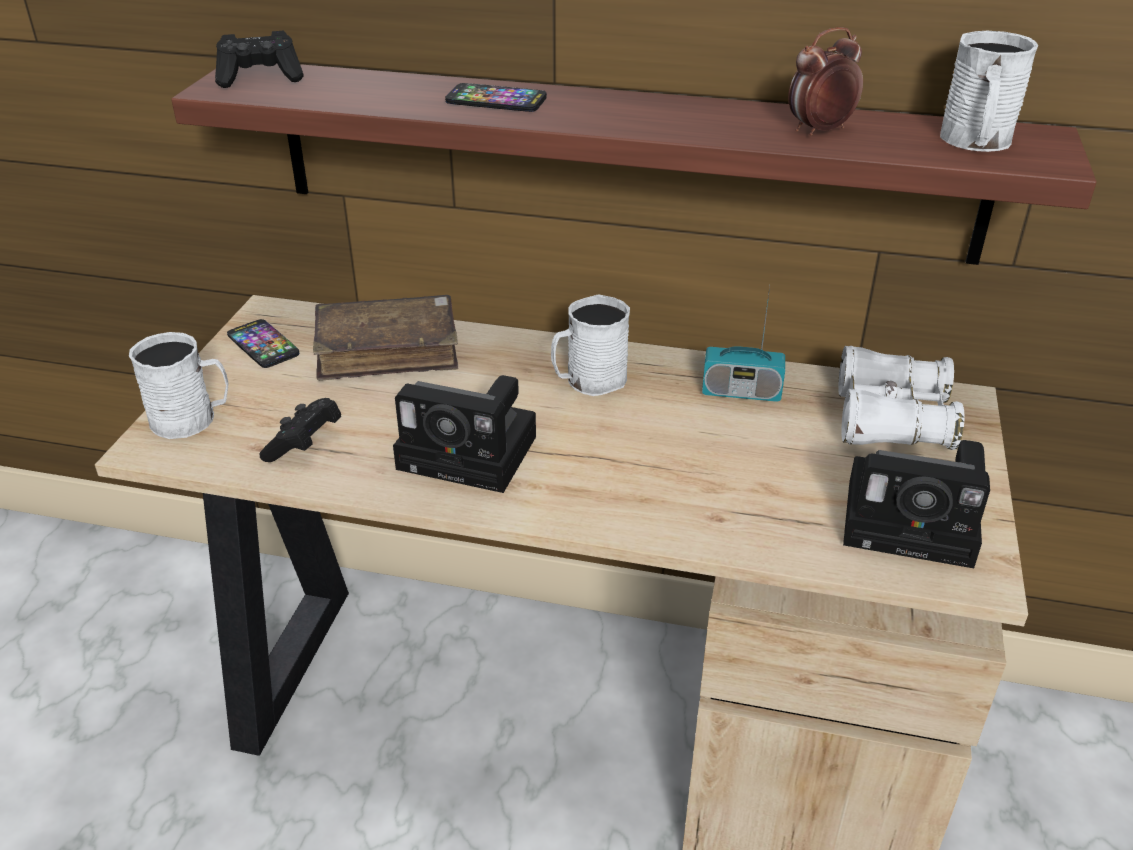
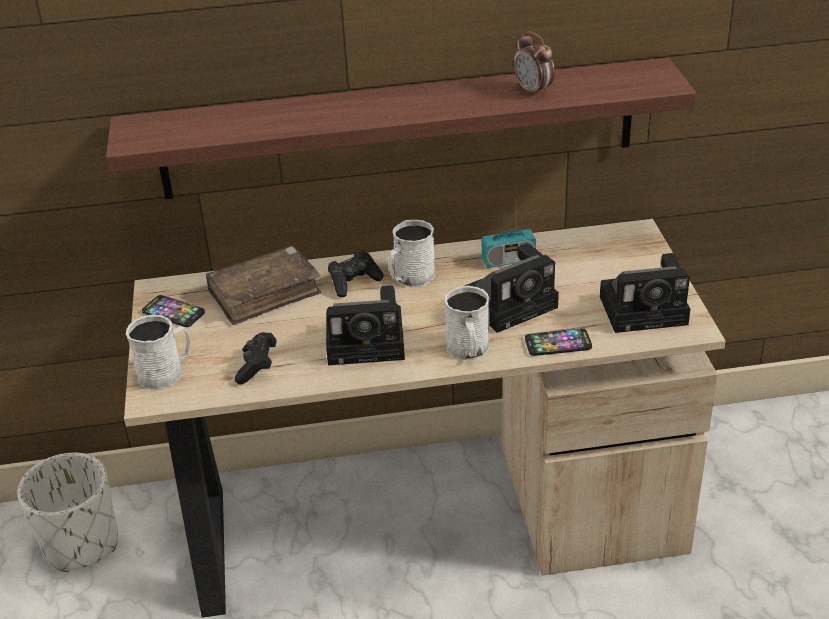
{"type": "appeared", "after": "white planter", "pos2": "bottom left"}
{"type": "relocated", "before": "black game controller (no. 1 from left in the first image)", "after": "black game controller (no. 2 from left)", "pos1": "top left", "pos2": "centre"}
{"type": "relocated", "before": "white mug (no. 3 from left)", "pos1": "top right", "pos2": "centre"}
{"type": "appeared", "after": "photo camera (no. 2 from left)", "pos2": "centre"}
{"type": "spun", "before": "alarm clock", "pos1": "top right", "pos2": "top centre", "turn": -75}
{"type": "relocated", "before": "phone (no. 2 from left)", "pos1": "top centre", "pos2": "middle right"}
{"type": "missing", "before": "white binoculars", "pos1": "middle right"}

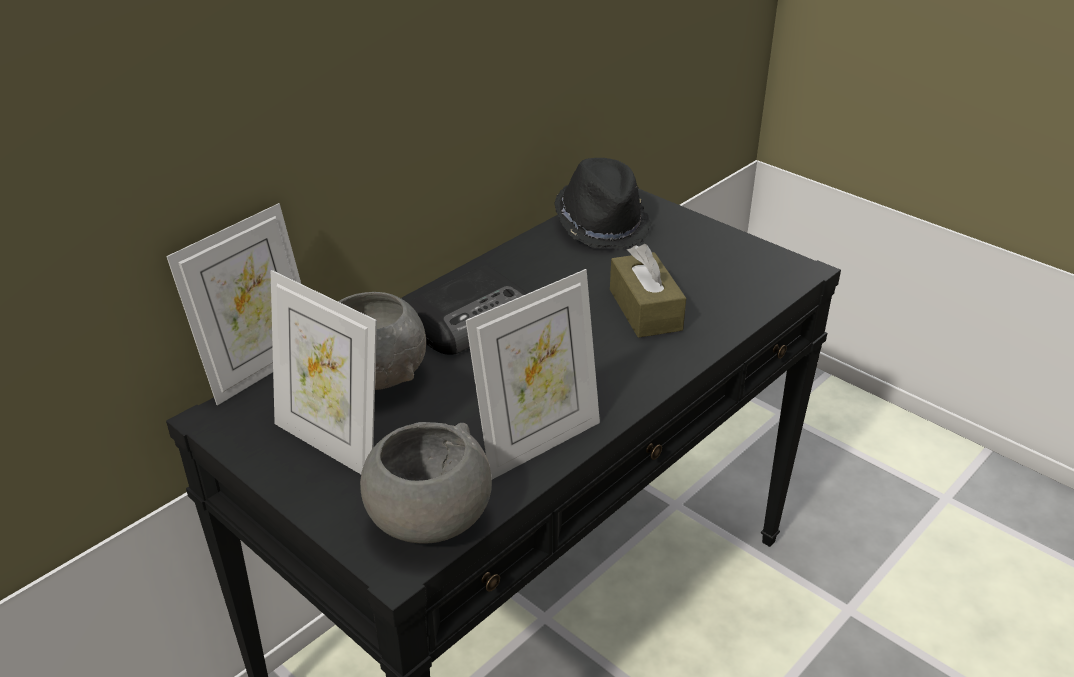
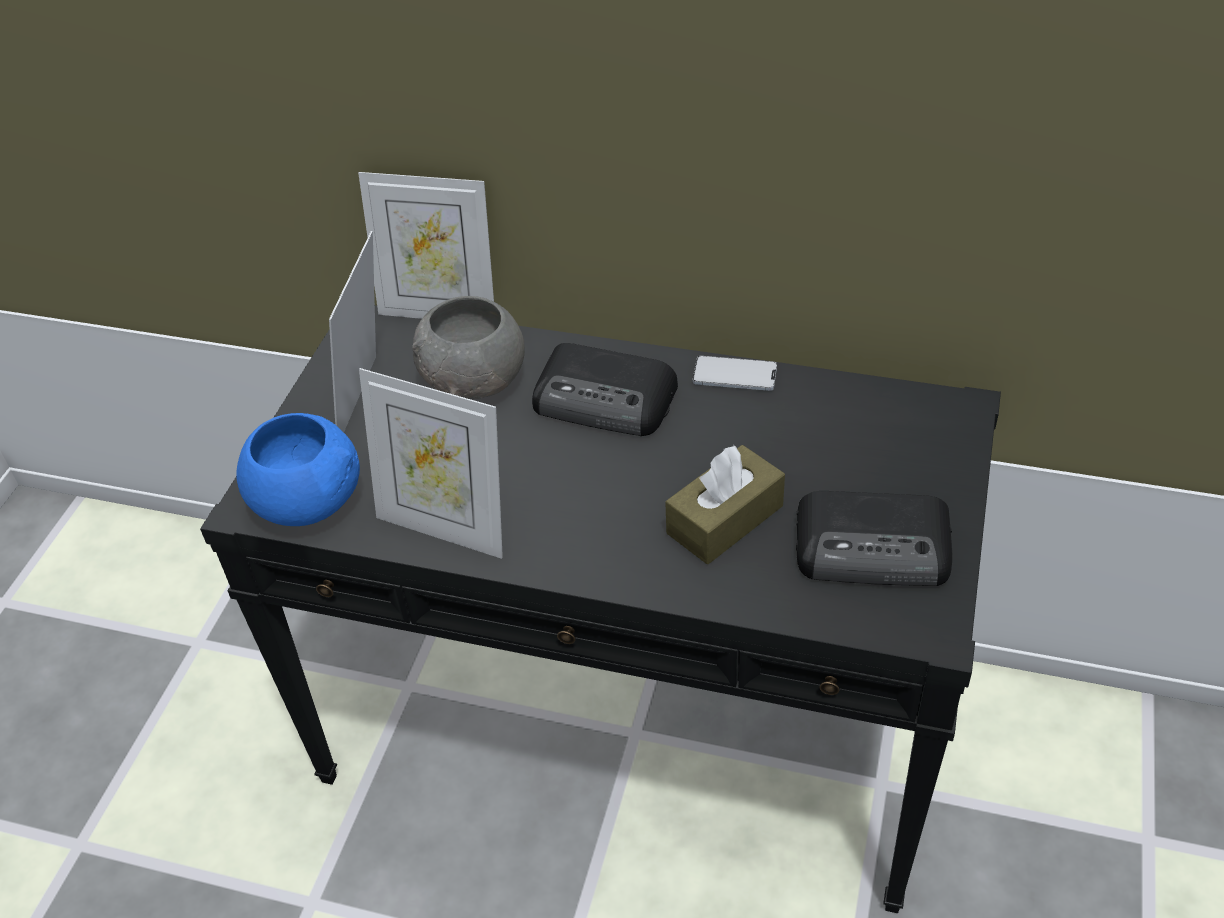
{"type": "colour", "before": "grey bowl (no. 2 from left)", "after": "blue bowl", "pos1": "bottom centre", "pos2": "middle left"}
{"type": "appeared", "after": "phone", "pos2": "centre"}
{"type": "appeared", "after": "radio (no. 2 from left)", "pos2": "middle right"}
{"type": "missing", "before": "black hat", "pos1": "top centre"}

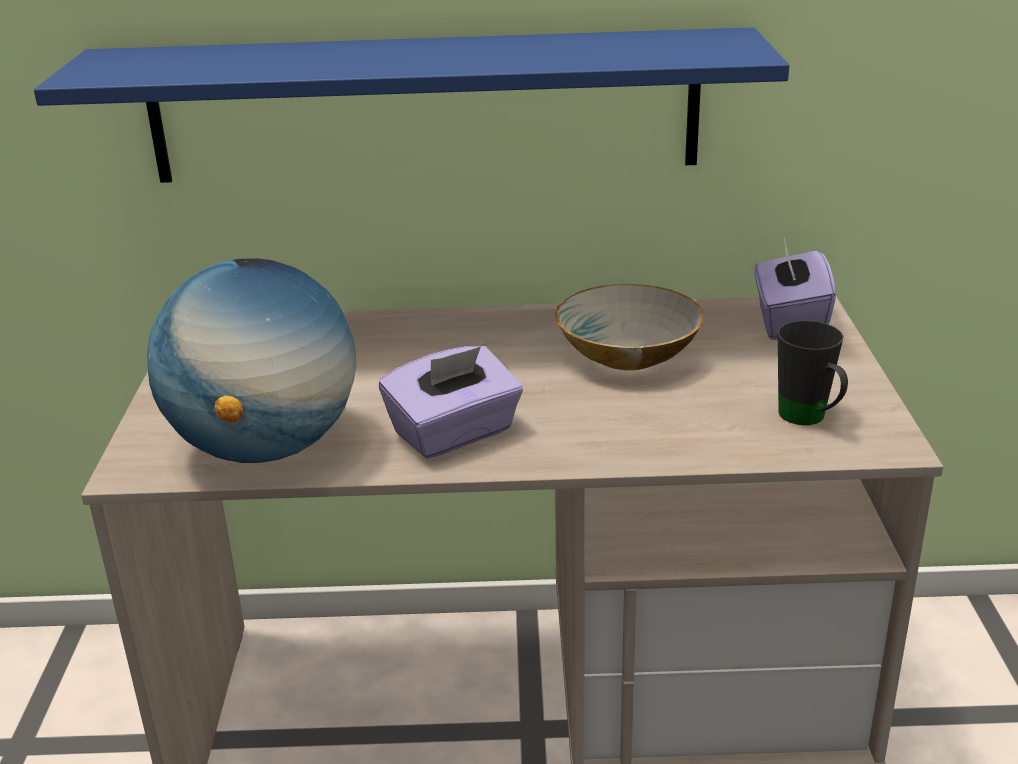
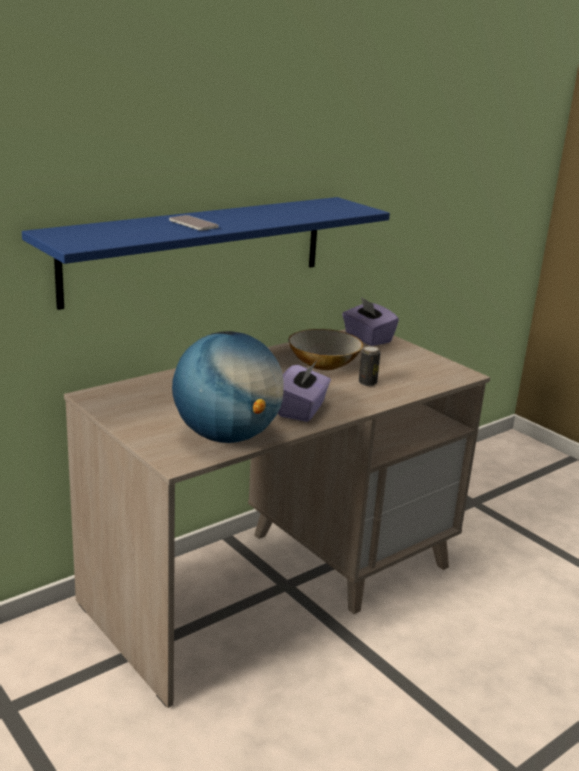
{"type": "appeared", "after": "phone", "pos2": "top centre"}
{"type": "appeared", "after": "can", "pos2": "centre"}
{"type": "missing", "before": "black mug", "pos1": "middle right"}

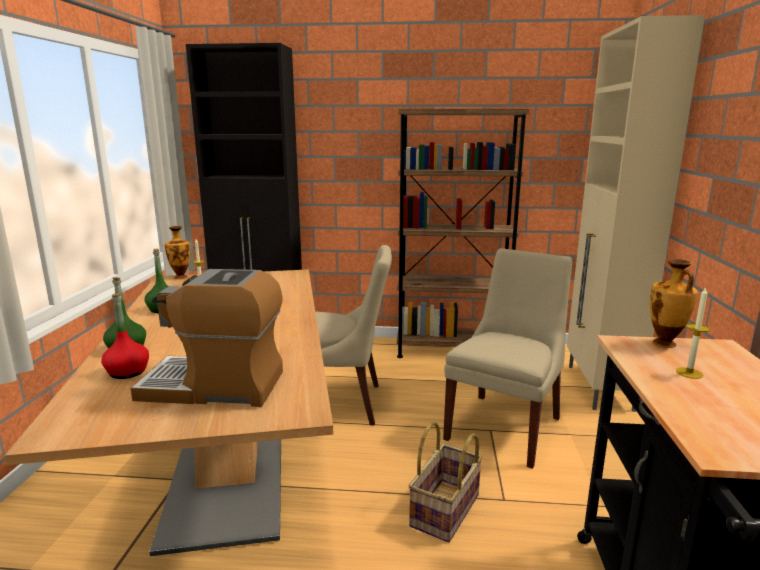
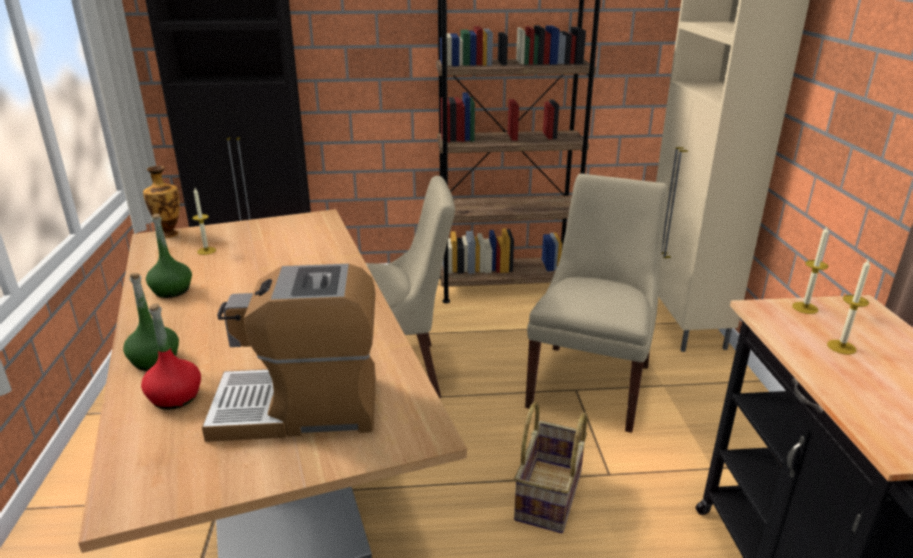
{"type": "exchanged", "before": "vase (no. 2 from left)", "after": "candle (no. 2 from left)", "pos1": "middle right", "pos2": "middle right"}

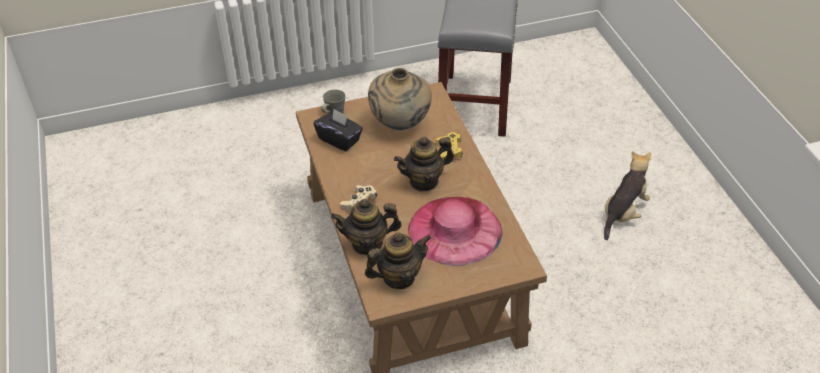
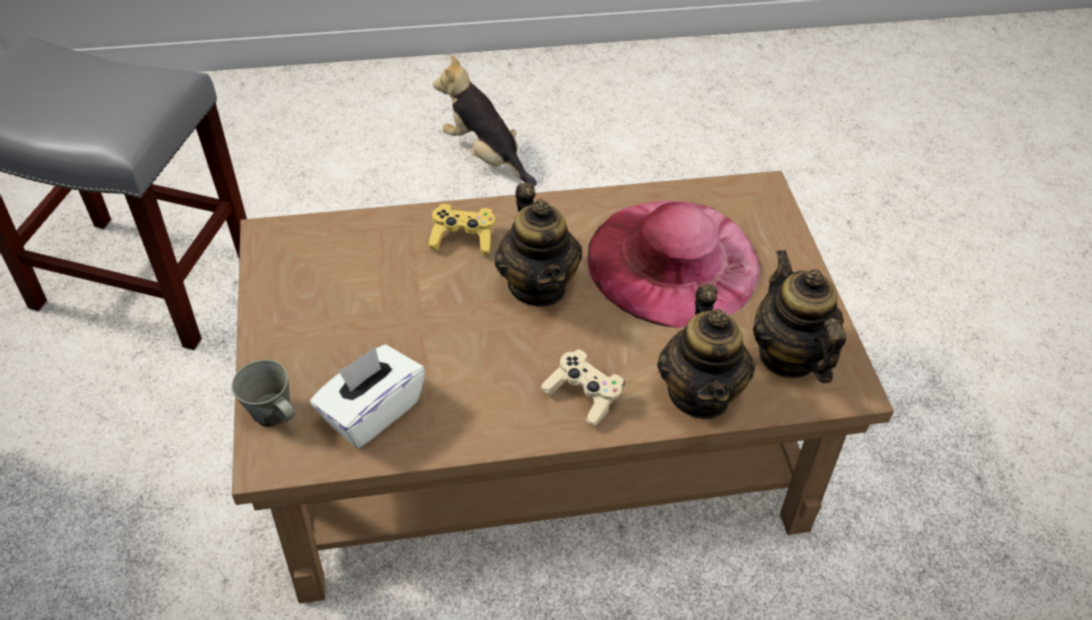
{"type": "colour", "before": "black tissue box", "after": "white tissue box", "pos1": "centre", "pos2": "centre"}
{"type": "missing", "before": "beige vase", "pos1": "top centre"}

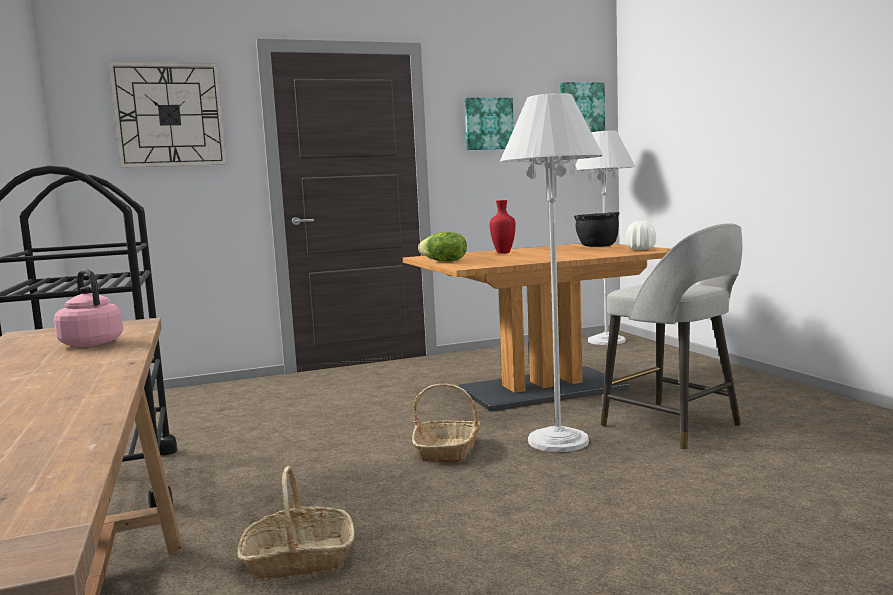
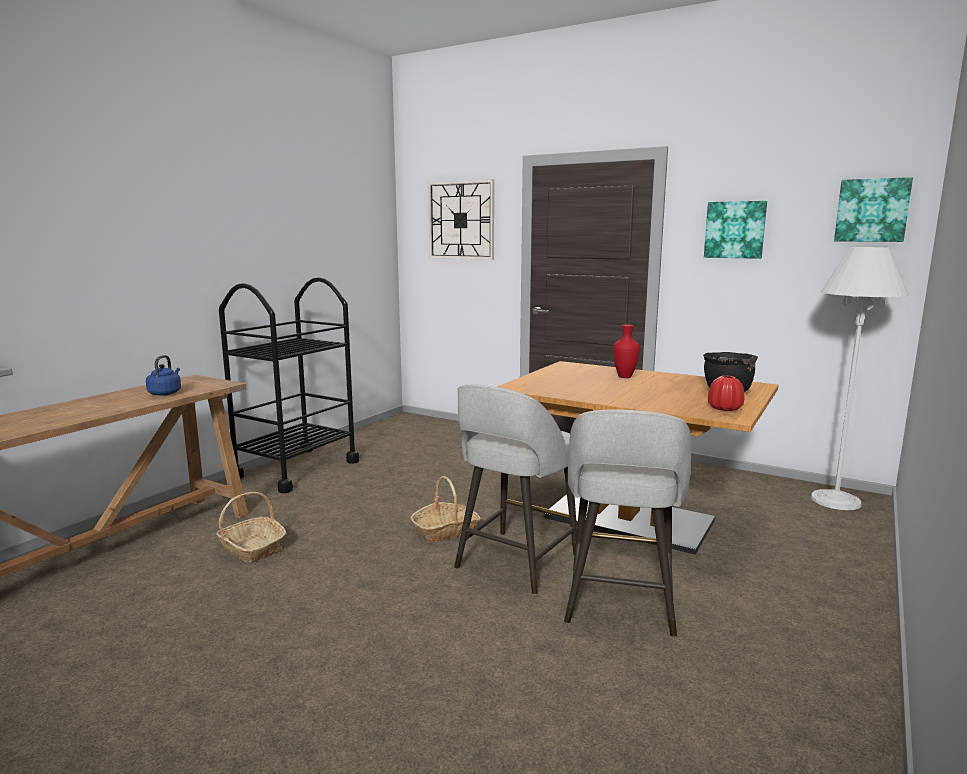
{"type": "colour", "before": "pink kettle", "after": "blue kettle", "pos1": "middle left", "pos2": "middle left"}
{"type": "exchanged", "before": "white floor lamp (no. 1 from left)", "after": "grey stool (no. 1 from left)", "pos1": "centre", "pos2": "centre"}
{"type": "colour", "before": "white vase", "after": "red vase (no. 2 from left)", "pos1": "middle right", "pos2": "middle right"}
{"type": "missing", "before": "lettuce", "pos1": "centre"}

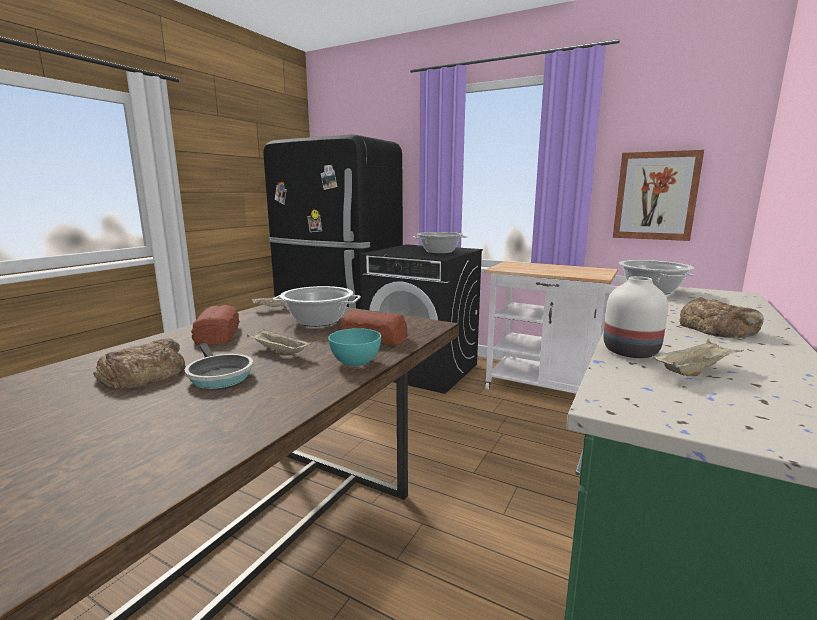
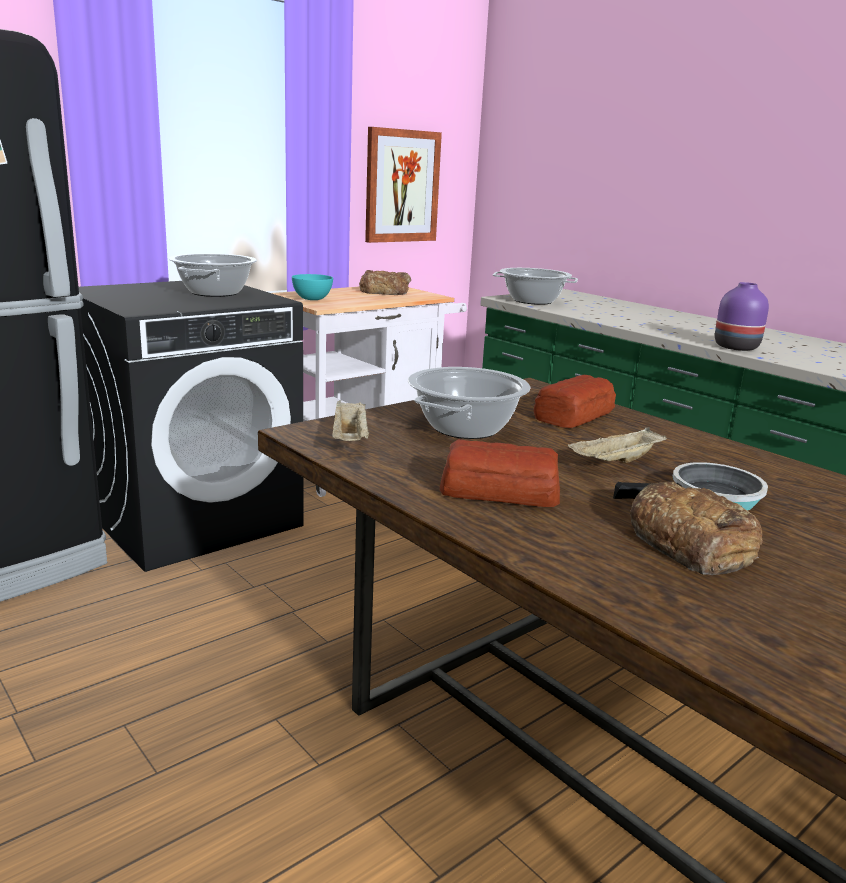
{"type": "relocated", "before": "turquoise bowl", "pos1": "centre", "pos2": "top centre"}
{"type": "relocated", "before": "bread (no. 4 from left in the first image)", "after": "bread (no. 1 from left)", "pos1": "middle right", "pos2": "top centre"}
{"type": "colour", "before": "white vase", "after": "purple vase", "pos1": "middle right", "pos2": "middle right"}
{"type": "missing", "before": "beige tray (no. 3 from left)", "pos1": "middle right"}

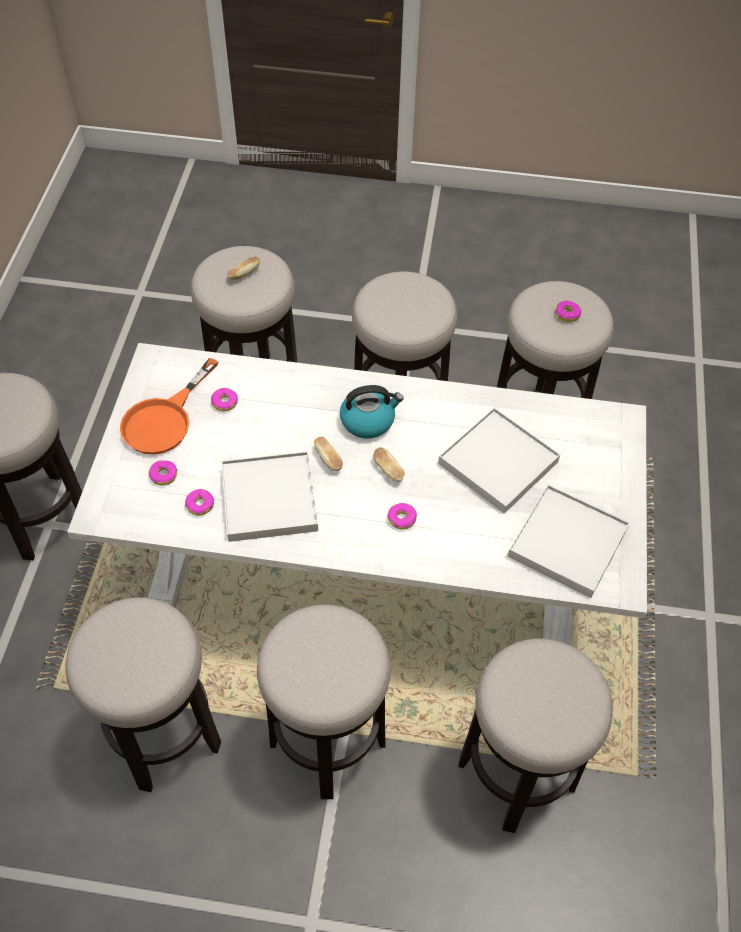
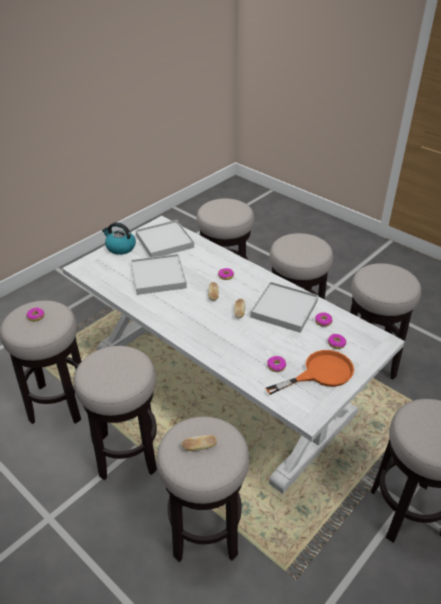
{"type": "relocated", "before": "kettle", "pos1": "centre", "pos2": "middle left"}

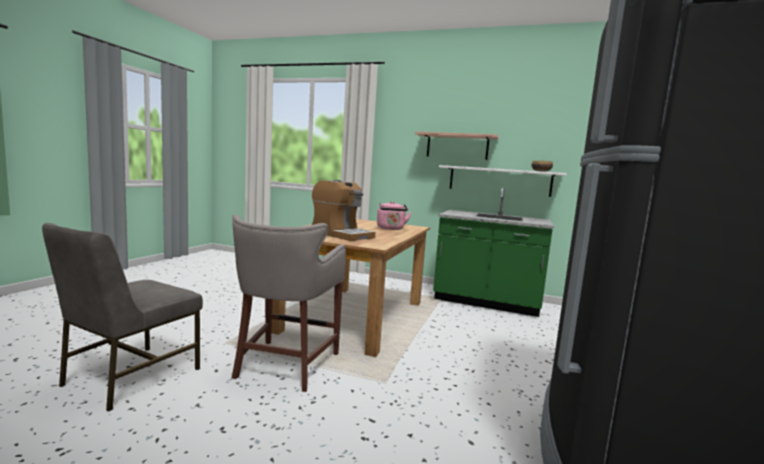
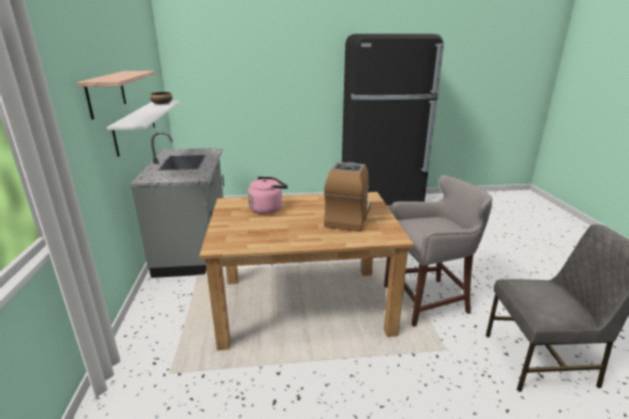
{"type": "colour", "before": "green counter", "after": "grey counter", "pos1": "centre", "pos2": "middle left"}

